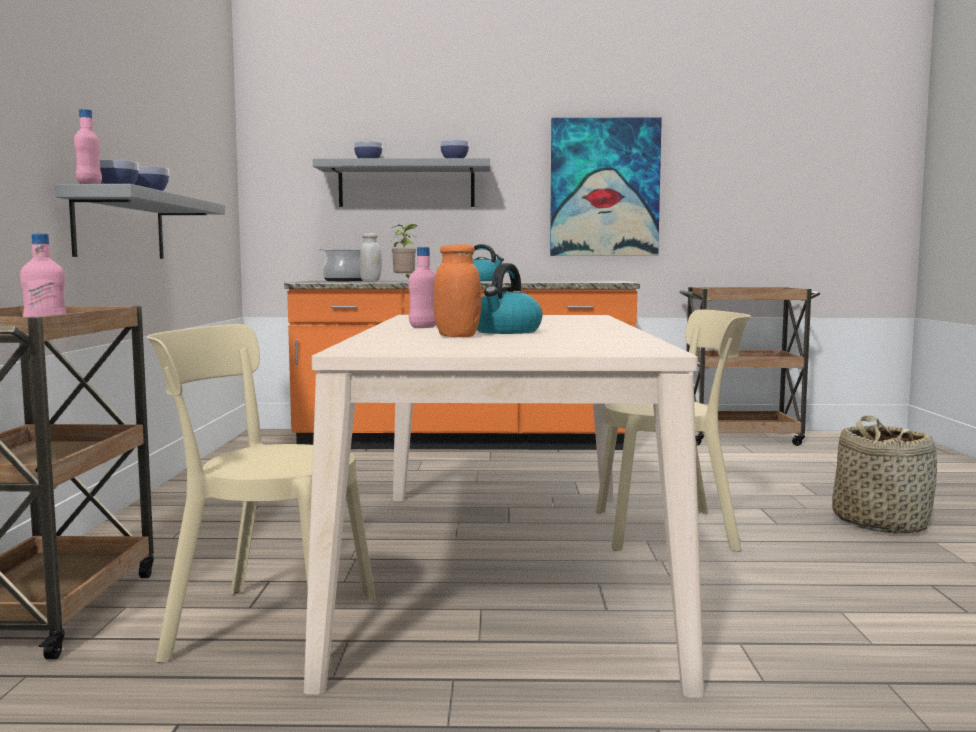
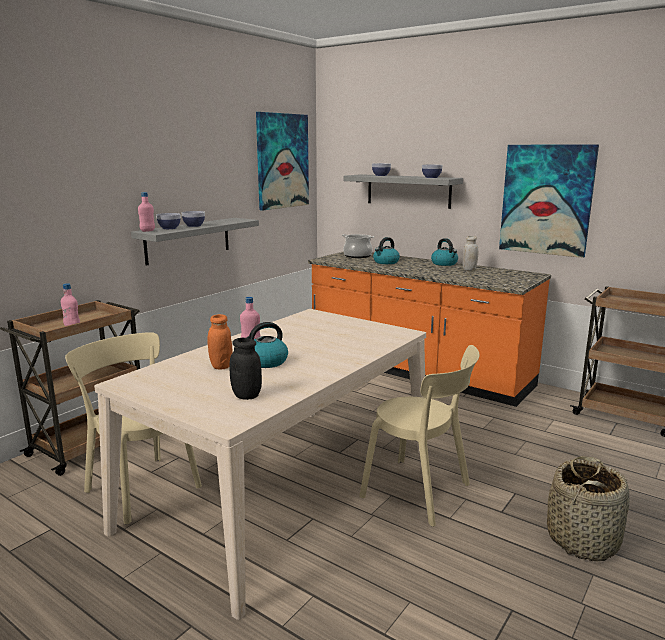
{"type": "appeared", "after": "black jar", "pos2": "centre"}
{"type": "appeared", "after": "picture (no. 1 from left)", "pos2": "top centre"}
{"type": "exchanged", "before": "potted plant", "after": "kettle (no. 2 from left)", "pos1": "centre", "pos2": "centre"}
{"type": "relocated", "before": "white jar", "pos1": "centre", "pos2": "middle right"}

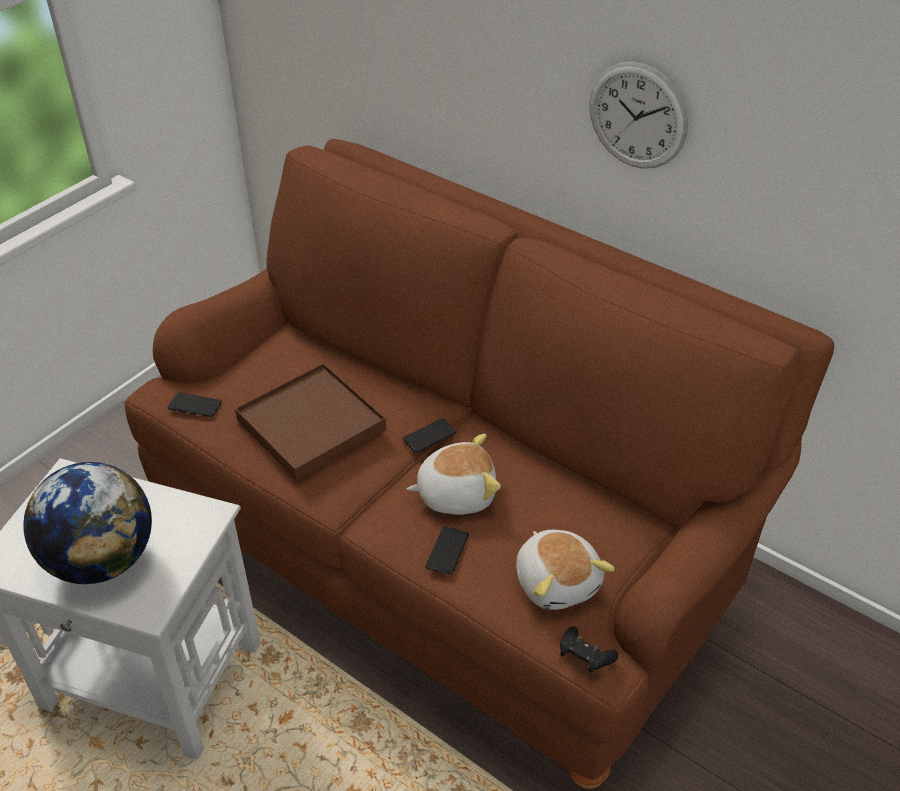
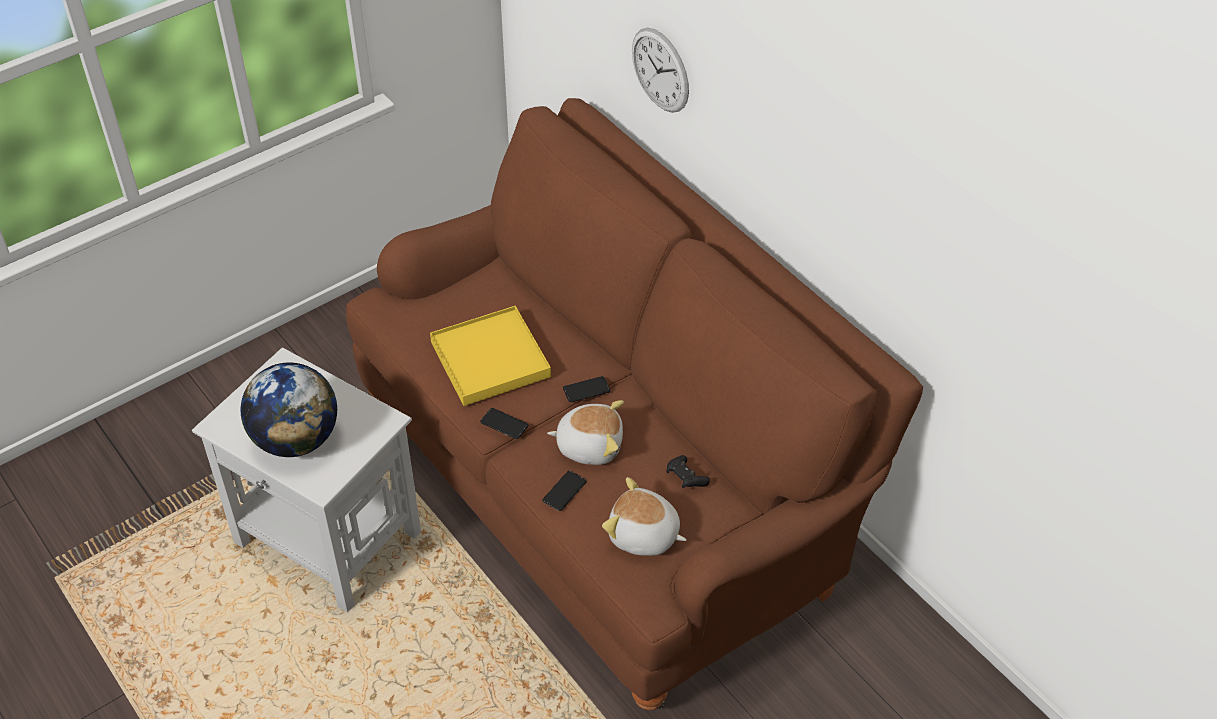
{"type": "colour", "before": "brown tray", "after": "yellow tray", "pos1": "centre", "pos2": "centre"}
{"type": "relocated", "before": "phone (no. 1 from left)", "pos1": "middle left", "pos2": "centre"}
{"type": "spun", "before": "plush toy (no. 2 from left)", "pos1": "bottom centre", "pos2": "bottom centre", "turn": 120}
{"type": "relocated", "before": "wall clock", "pos1": "top right", "pos2": "top centre"}
{"type": "relocated", "before": "black game controller", "pos1": "bottom centre", "pos2": "centre"}

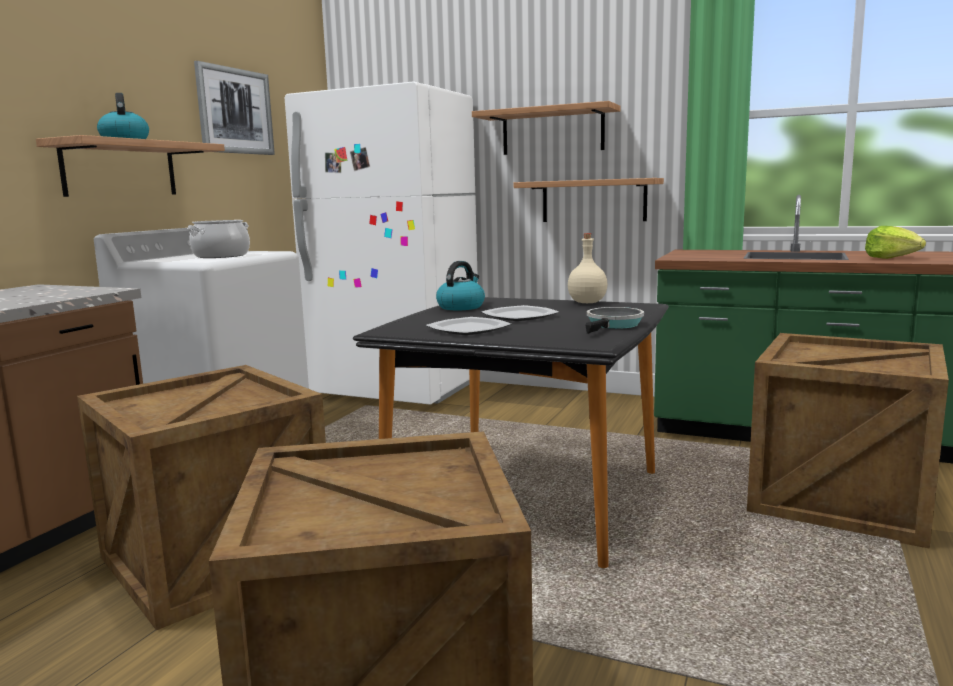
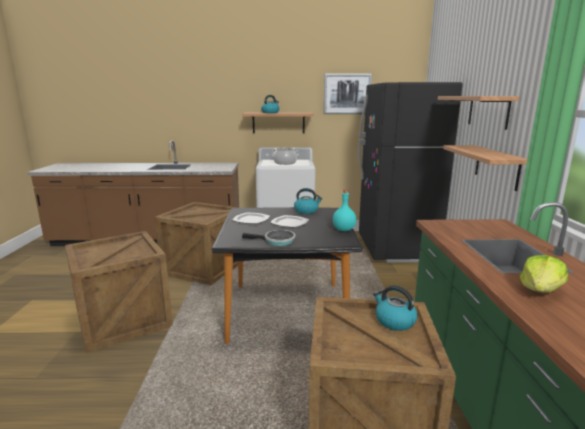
{"type": "colour", "before": "beige bottle", "after": "turquoise bottle", "pos1": "centre", "pos2": "centre"}
{"type": "colour", "before": "white fridge", "after": "black fridge", "pos1": "centre", "pos2": "middle right"}
{"type": "appeared", "after": "kettle (no. 3 from left)", "pos2": "bottom right"}

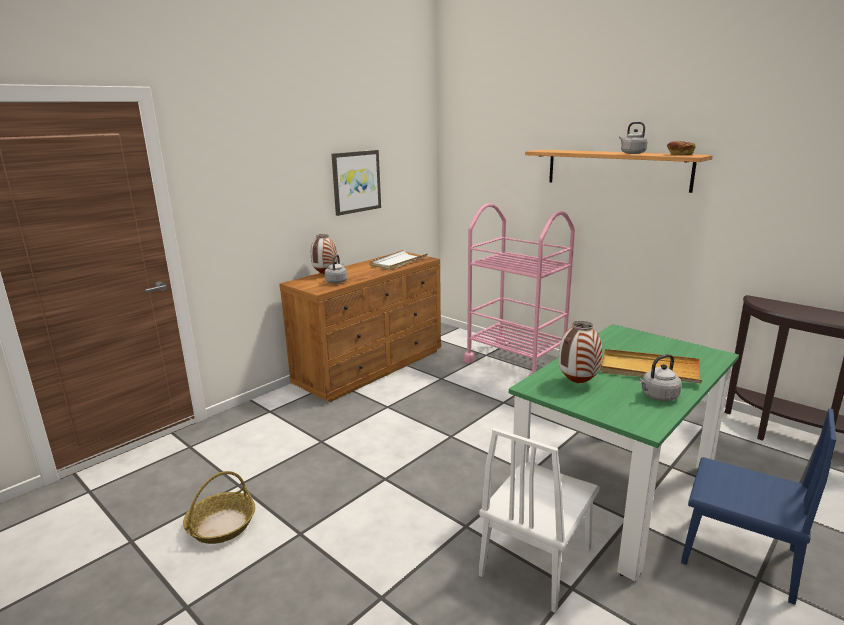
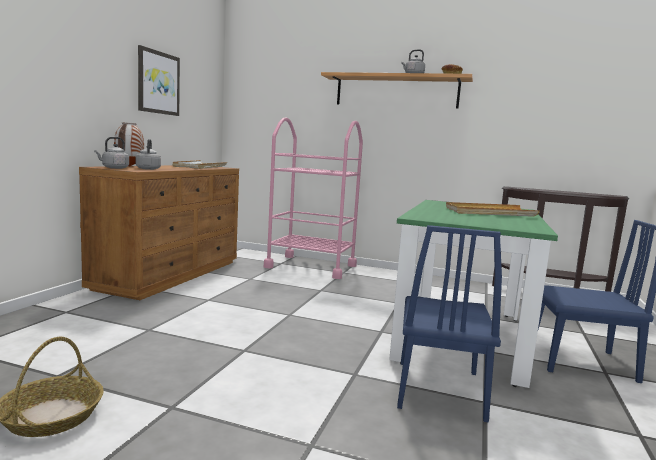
{"type": "relocated", "before": "grey kettle (no. 3 from left in the first image)", "after": "grey kettle (no. 1 from left)", "pos1": "middle right", "pos2": "top left"}
{"type": "colour", "before": "white chair", "after": "blue chair (no. 1 from left)", "pos1": "bottom centre", "pos2": "bottom right"}
{"type": "missing", "before": "vase (no. 2 from left)", "pos1": "middle right"}

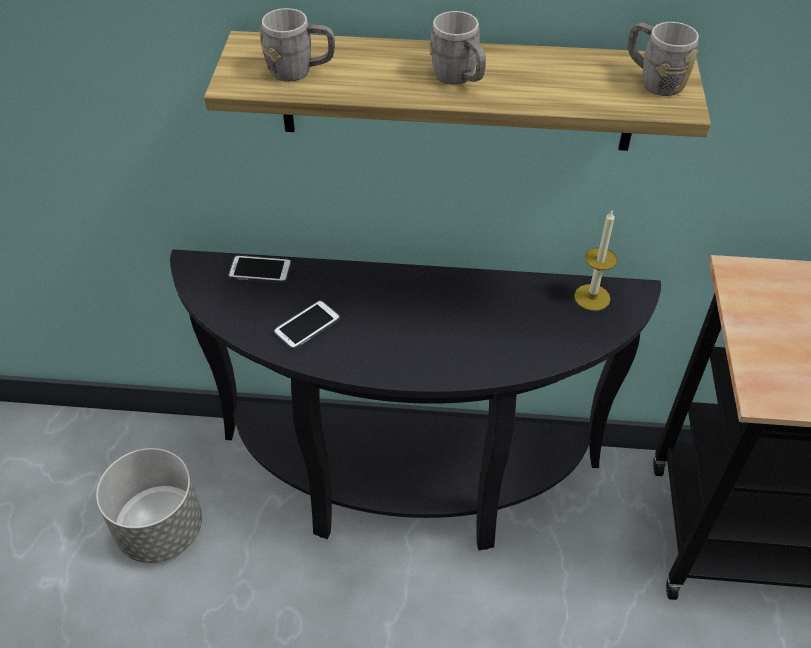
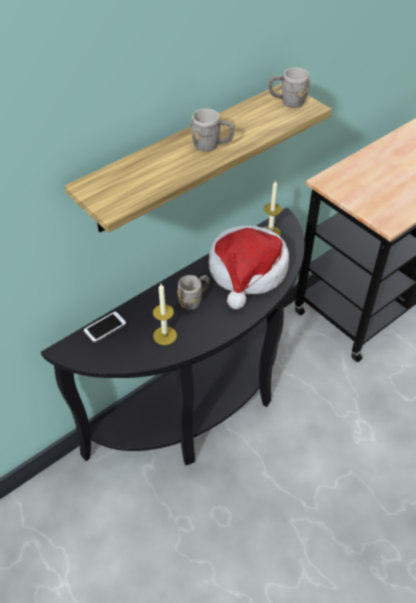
{"type": "exchanged", "before": "phone (no. 2 from left)", "after": "candle (no. 1 from left)", "pos1": "centre", "pos2": "centre"}
{"type": "relocated", "before": "grey mug (no. 1 from left)", "pos1": "top centre", "pos2": "centre"}
{"type": "appeared", "after": "hat", "pos2": "centre"}
{"type": "missing", "before": "grey planter", "pos1": "bottom left"}

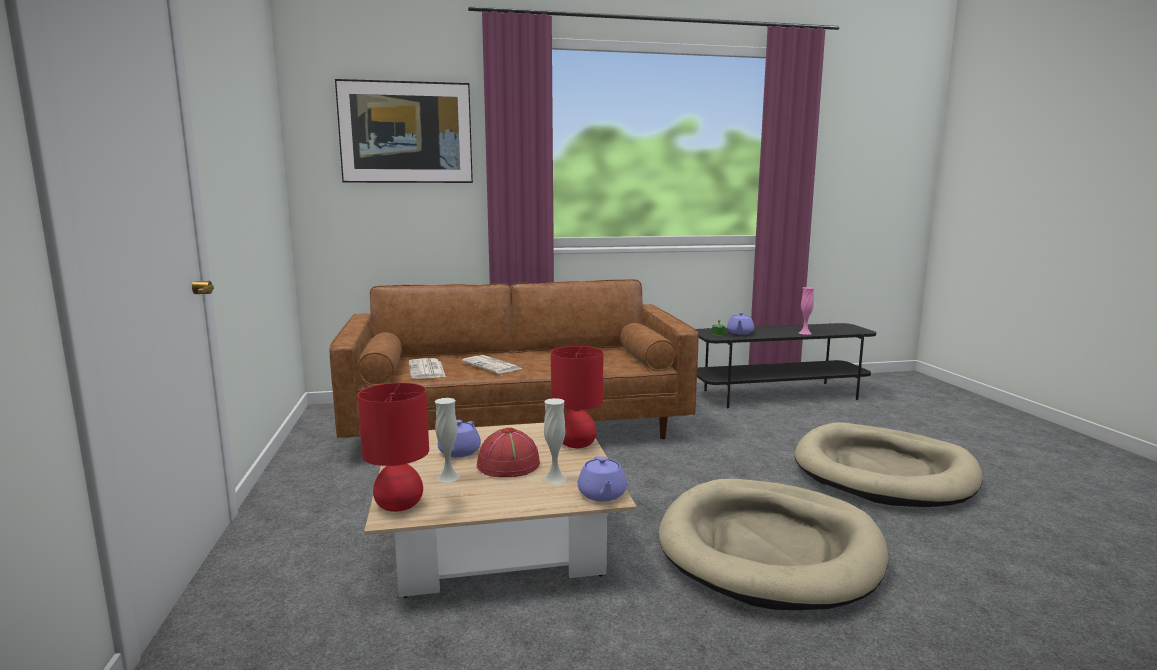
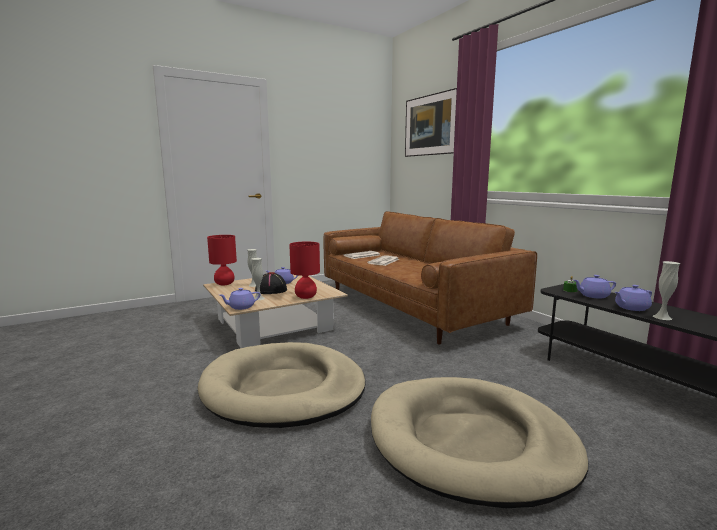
{"type": "colour", "before": "red hat", "after": "black hat", "pos1": "bottom centre", "pos2": "centre"}
{"type": "appeared", "after": "purple teapot (no. 4 from left)", "pos2": "middle right"}
{"type": "colour", "before": "pink vase", "after": "white vase (no. 3 from left)", "pos1": "middle right", "pos2": "middle right"}

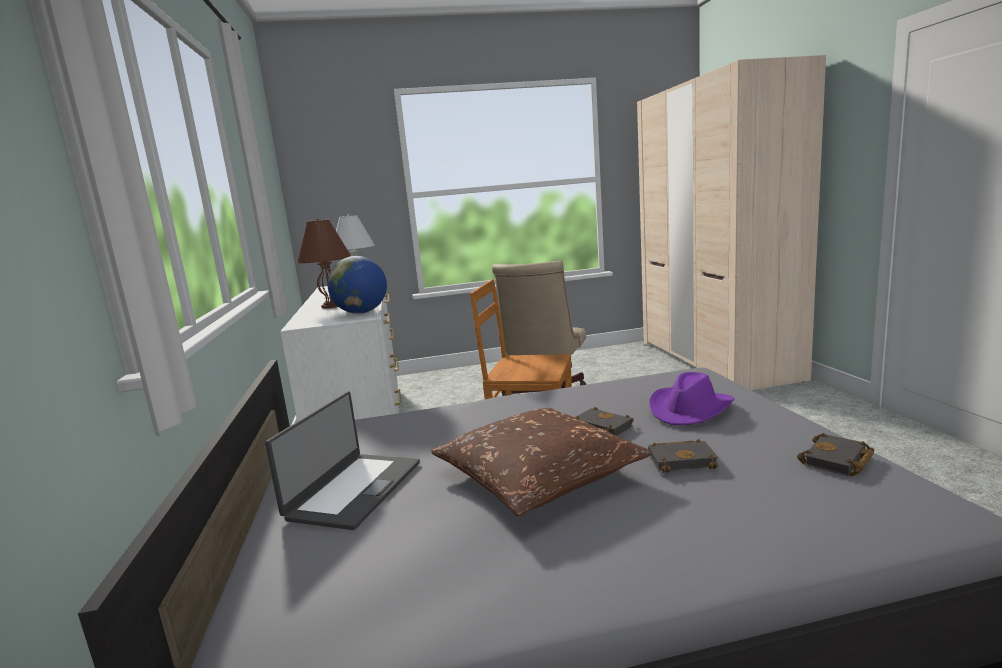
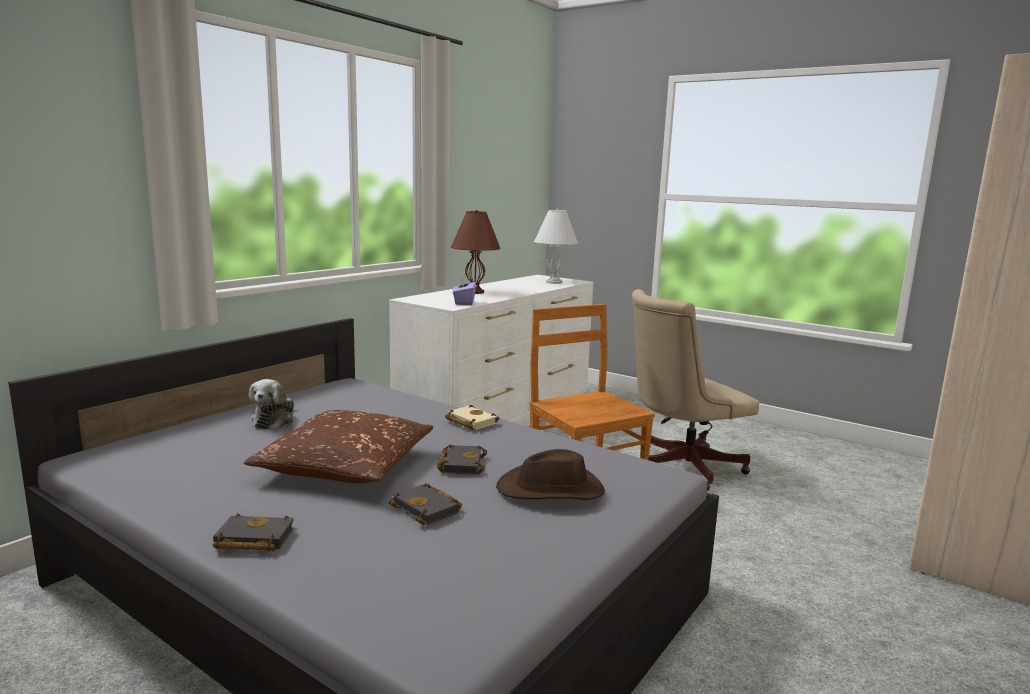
{"type": "relocated", "before": "black book (no. 3 from left in the first image)", "after": "black book (no. 1 from left)", "pos1": "bottom right", "pos2": "bottom left"}
{"type": "exchanged", "before": "laptop", "after": "plush toy", "pos1": "bottom centre", "pos2": "middle left"}
{"type": "appeared", "after": "beige book", "pos2": "centre"}
{"type": "exchanged", "before": "globe", "after": "purple tissue box", "pos1": "centre", "pos2": "centre"}
{"type": "colour", "before": "purple hat", "after": "brown hat", "pos1": "middle right", "pos2": "bottom centre"}

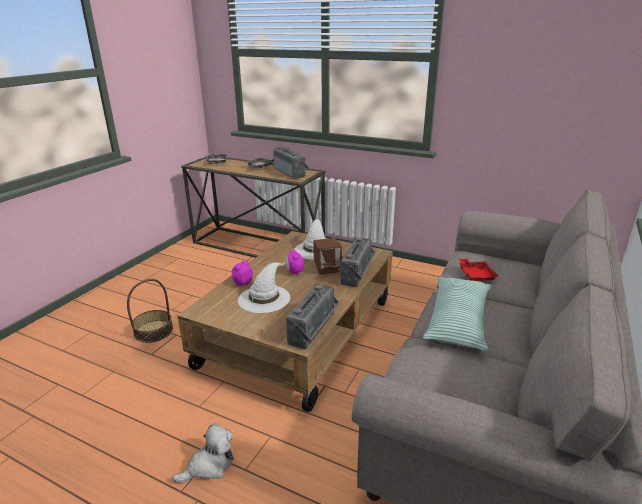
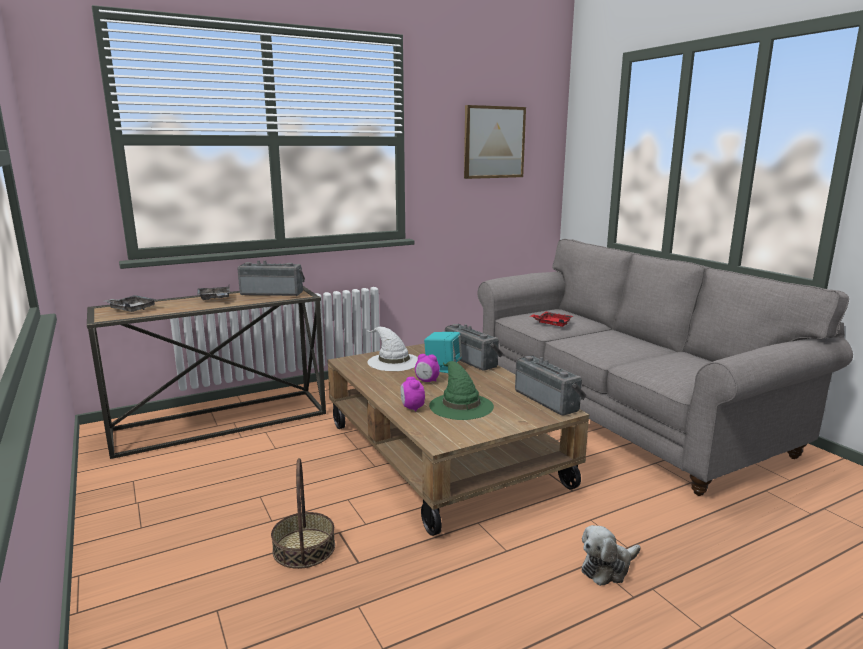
{"type": "colour", "before": "brown speaker", "after": "turquoise speaker", "pos1": "centre", "pos2": "centre"}
{"type": "colour", "before": "white hat (no. 1 from left)", "after": "green hat", "pos1": "centre", "pos2": "centre"}
{"type": "appeared", "after": "picture", "pos2": "top centre"}
{"type": "spun", "before": "plush toy", "pos1": "bottom left", "pos2": "bottom right", "turn": -120}
{"type": "missing", "before": "pillow", "pos1": "middle right"}

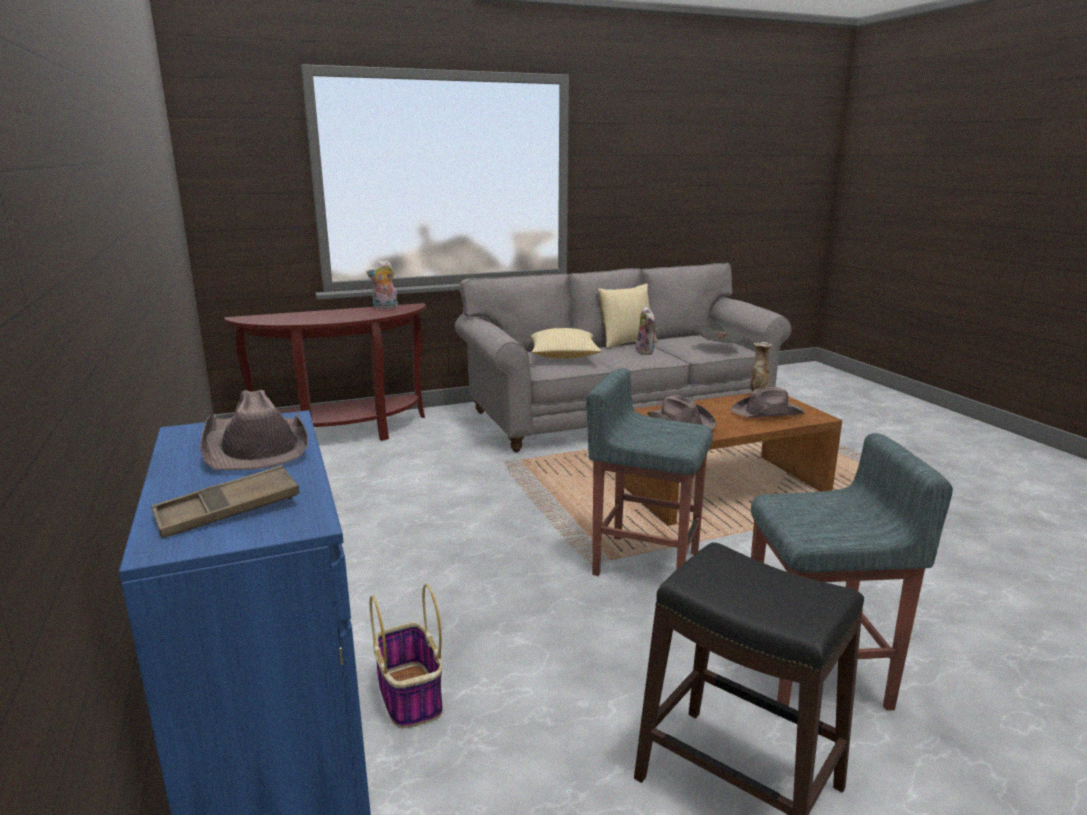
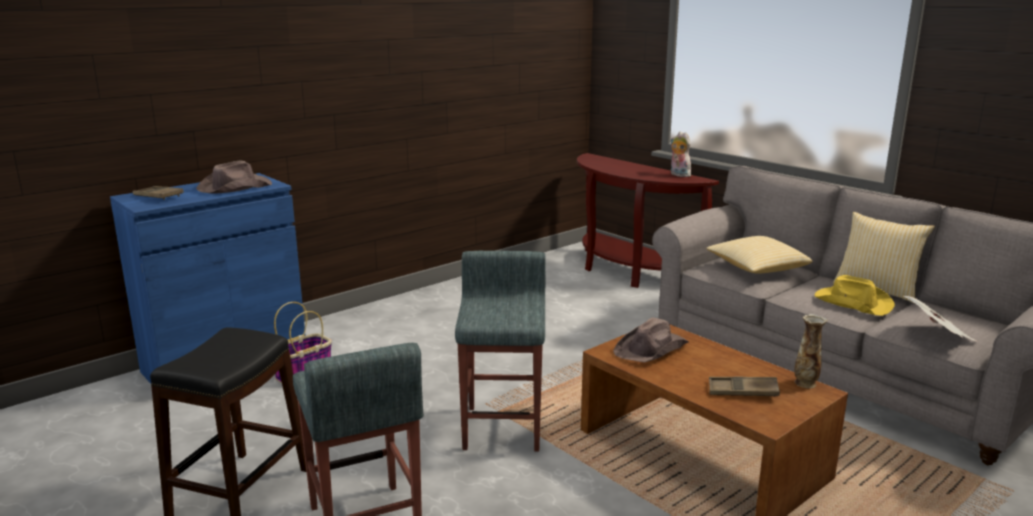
{"type": "exchanged", "before": "brown hat (no. 3 from left)", "after": "brown tray (no. 2 from left)", "pos1": "middle right", "pos2": "bottom right"}
{"type": "exchanged", "before": "plush toy (no. 2 from left)", "after": "yellow hat", "pos1": "centre", "pos2": "middle right"}

